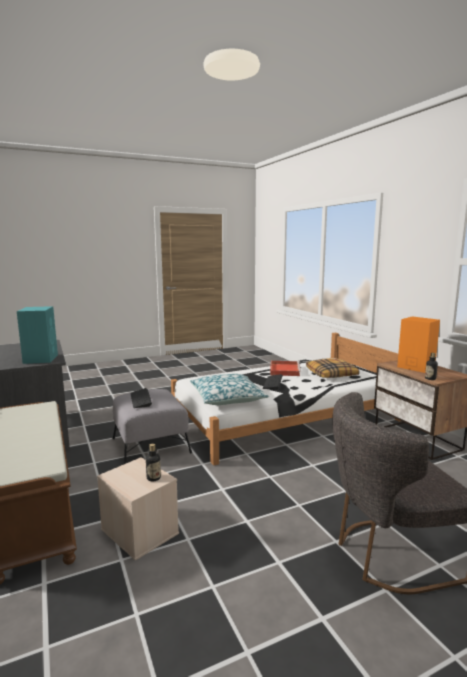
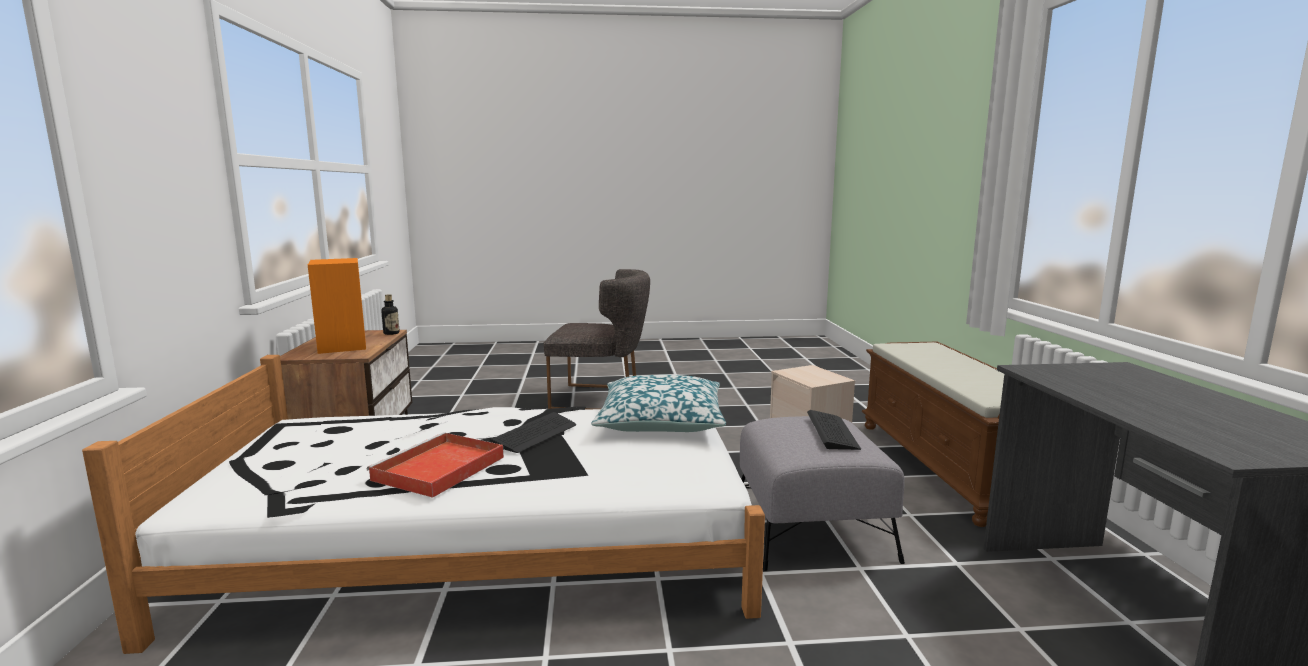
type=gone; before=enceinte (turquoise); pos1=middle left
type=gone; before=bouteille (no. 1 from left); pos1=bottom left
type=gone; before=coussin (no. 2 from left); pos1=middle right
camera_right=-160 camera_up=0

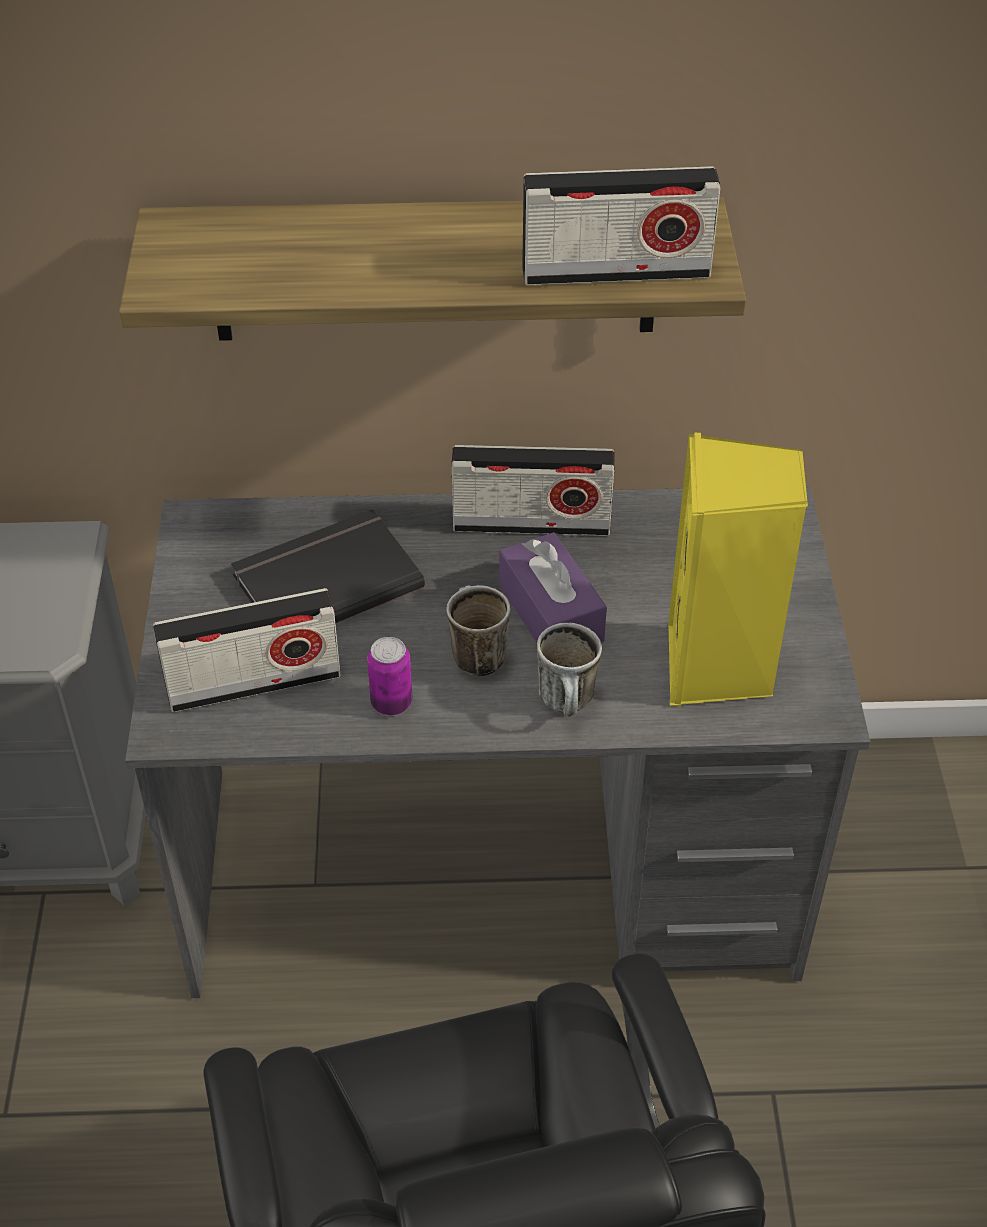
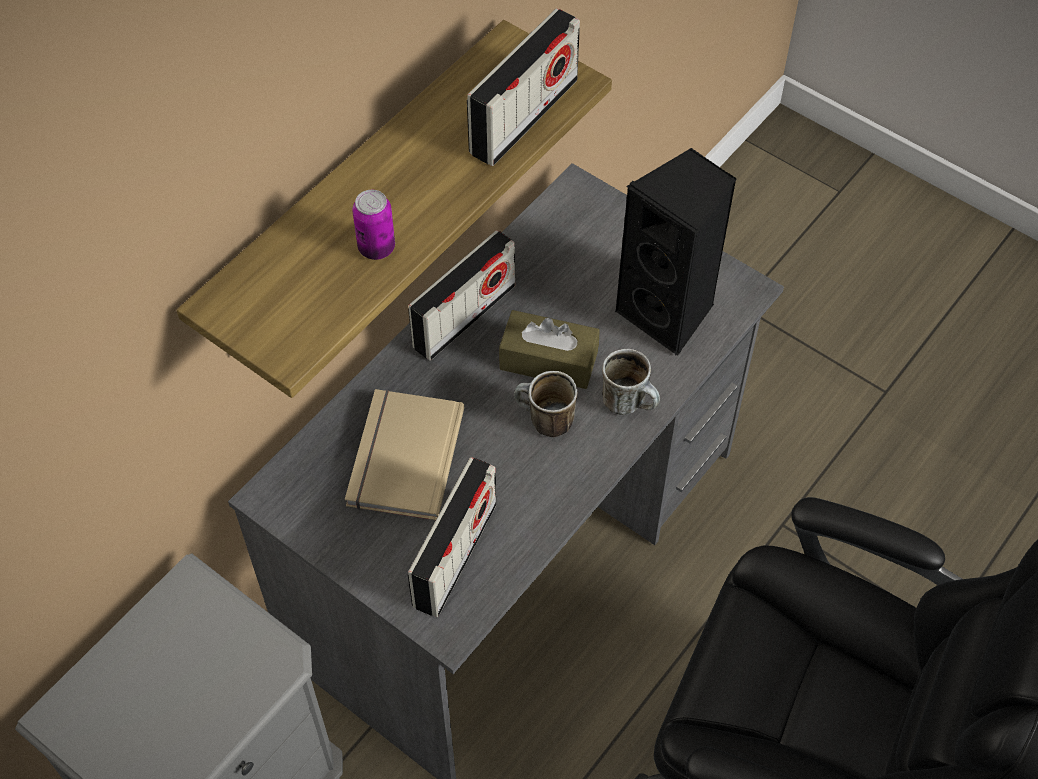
type=repainted; before=livre (noir); after=livre (beige); pos1=middle left; pos2=centre
type=shifted; before=boîte métallique; pos1=centre; pos2=top centre
type=repainted; before=boîte à mouchoirs (violet); after=boîte à mouchoirs (marron); pos1=centre; pos2=centre
type=repainted; before=enceinte (jaune); after=enceinte (noir); pos1=middle right; pos2=top centre
camera_right=-50 camera_up=10

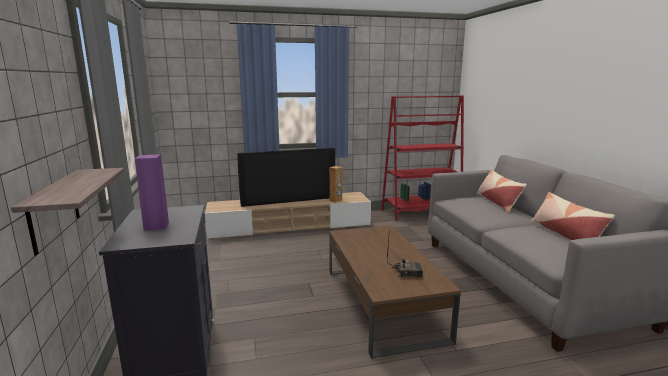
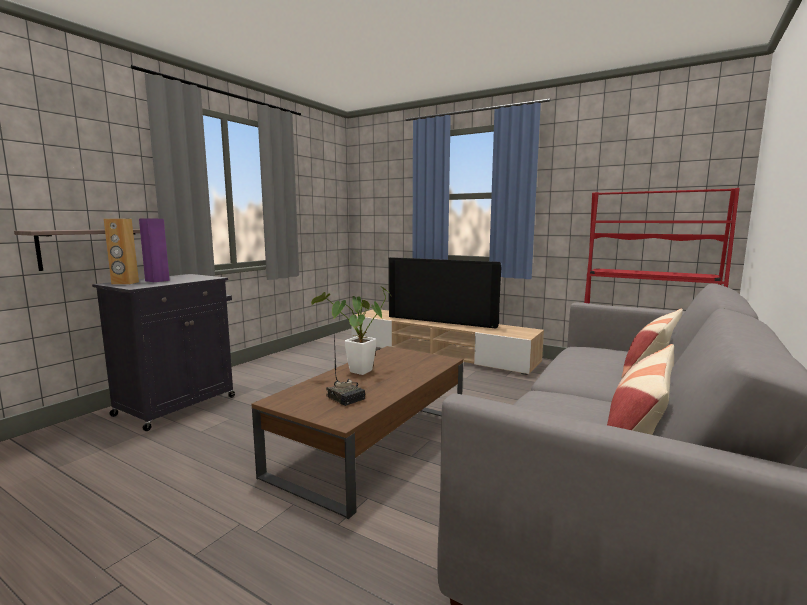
type=shifted; before=enceinte (marron); pos1=centre; pos2=middle left
type=new; after=plante en pot; pos2=centre
camera_right=45 camera_up=-5

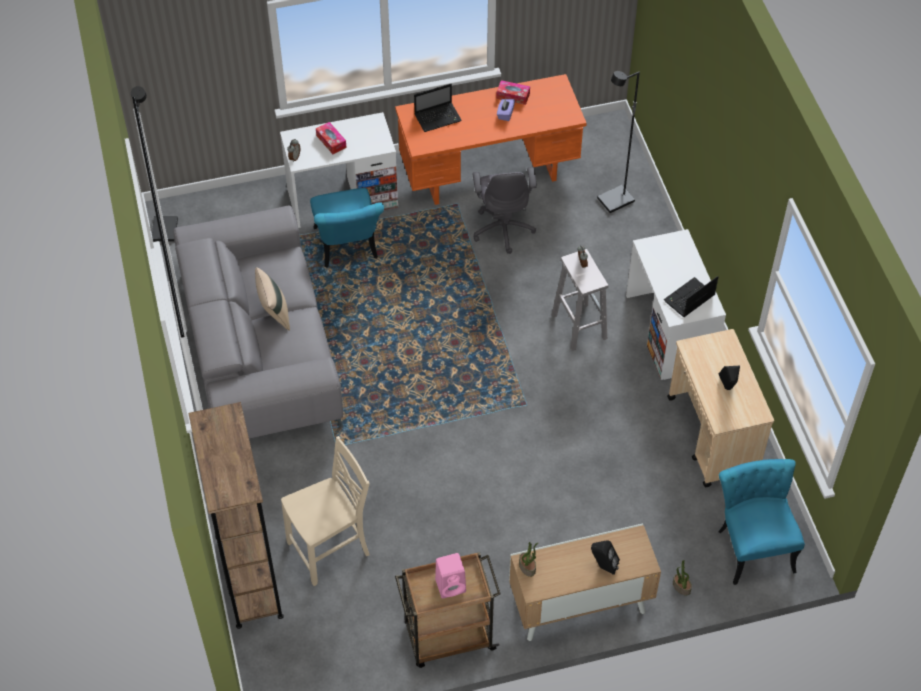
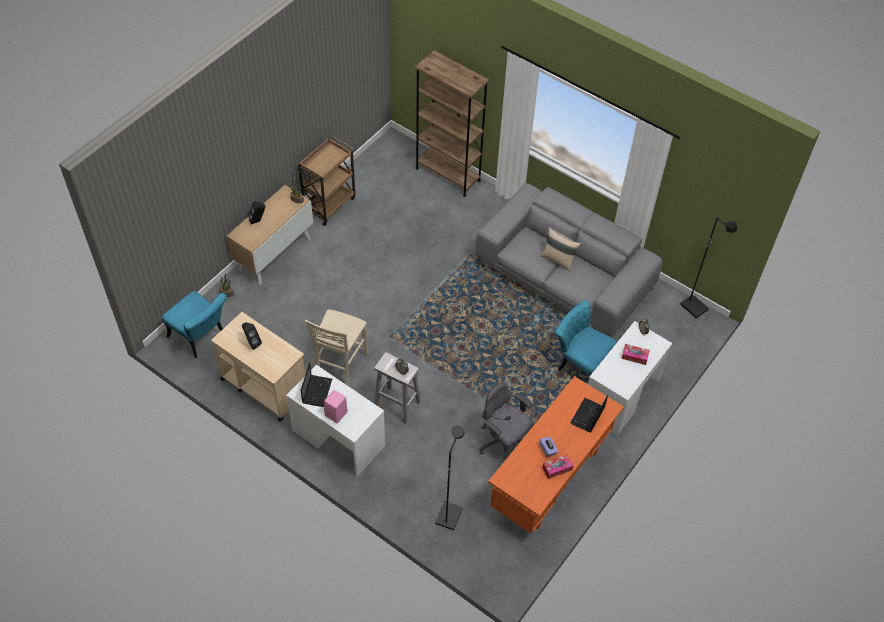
type=shifted; before=chaise (beige); pos1=bottom centre; pos2=centre
type=shifted; before=enceinte (rose); pos1=bottom centre; pos2=centre
camera_right=140 camera_up=0

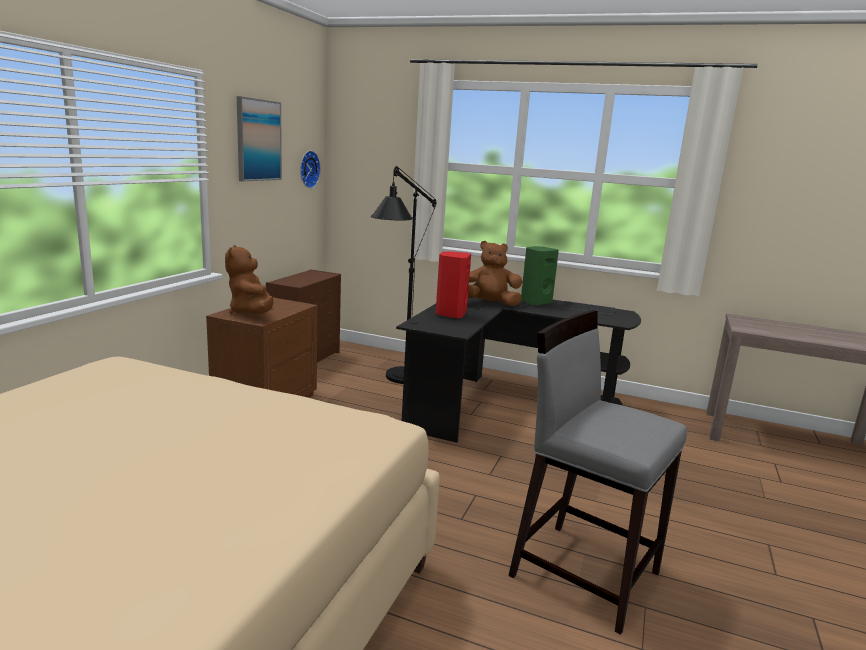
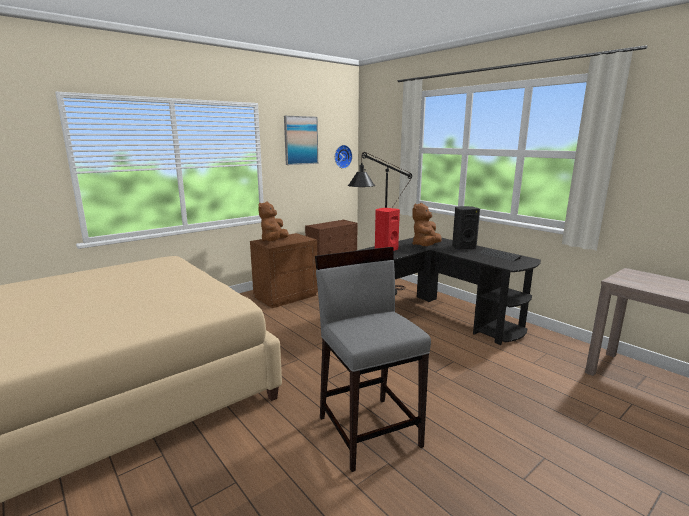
type=rotated; before=peluche (marron) (no. 2 from left); pos1=centre; pos2=centre; turn=-90
type=repainted; before=enceinte (vert); after=enceinte (noir); pos1=centre; pos2=middle right
camera_right=30 camera_up=0

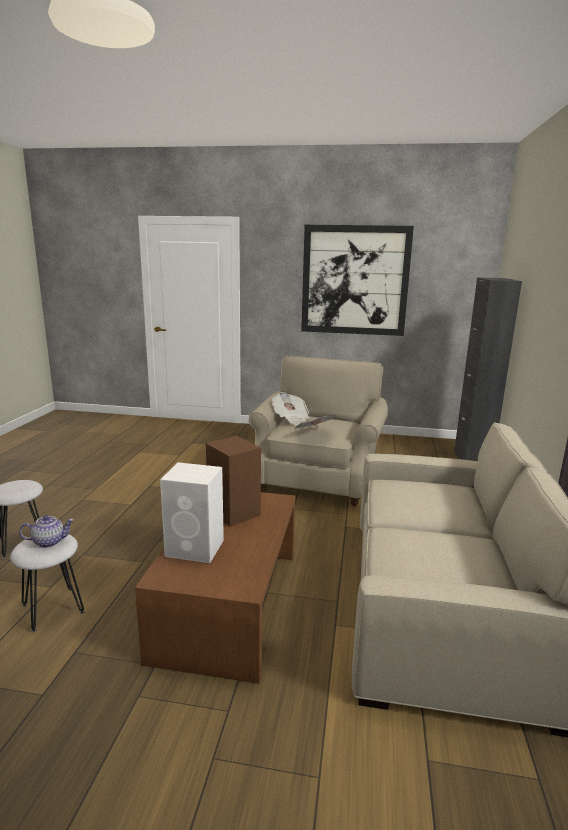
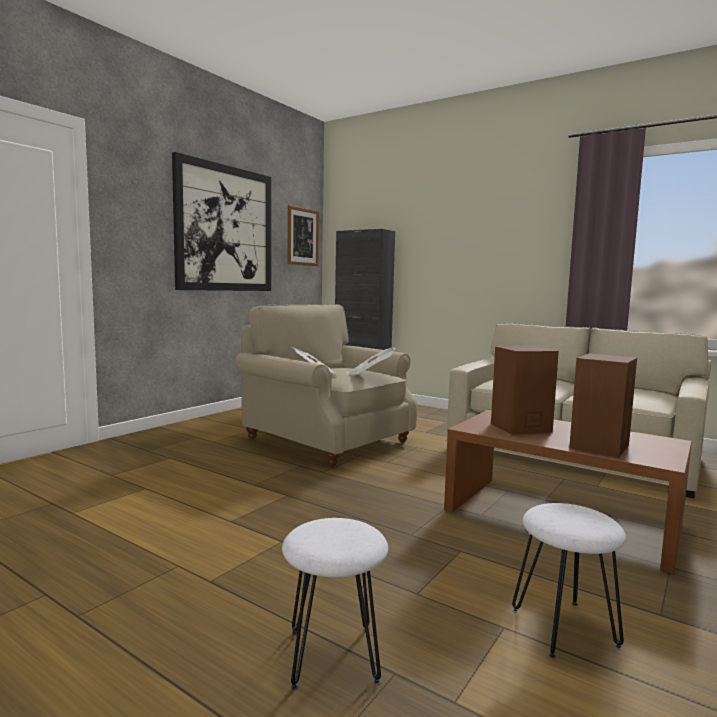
type=gone; before=théière; pos1=middle left
type=repainted; before=enceinte (blanc); after=enceinte (marron) (no. 2 from left); pos1=centre; pos2=middle right
type=new; after=tableau (no. 2 from left); pos2=top centre
camera_right=-65 camera_up=-10

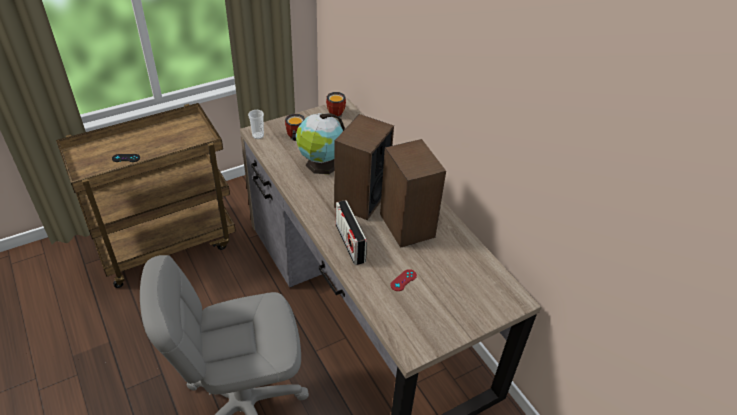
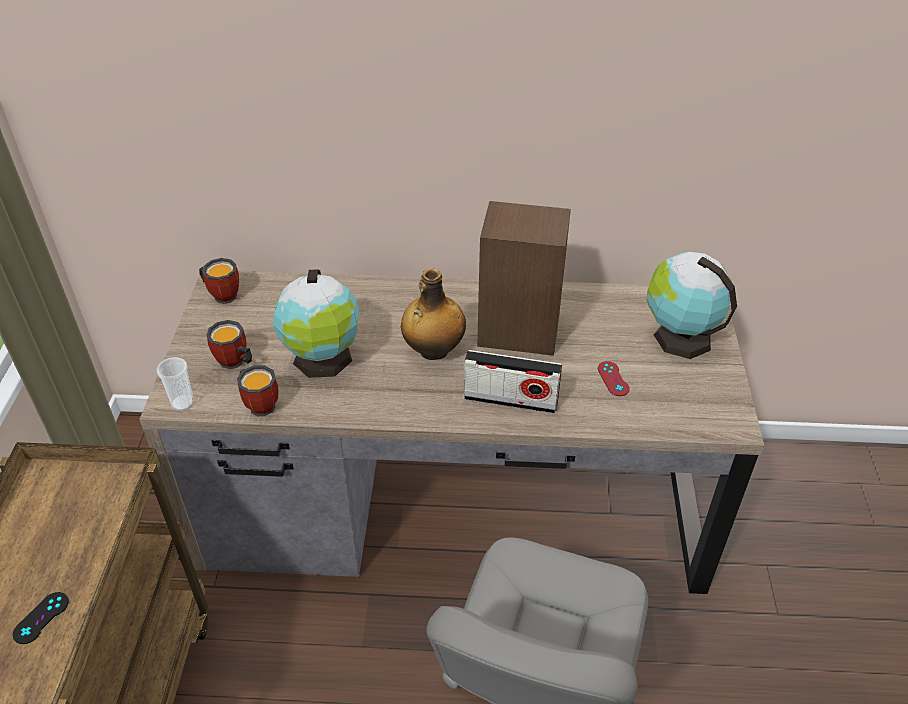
type=swapped; before=enceinte (no. 1 from left); after=bouteille; pos1=centre; pos2=centre
type=new; after=mug (no. 3 from left); pos2=middle left
type=new; after=globe (no. 2 from left); pos2=middle right
camera_right=-55 camera_up=0

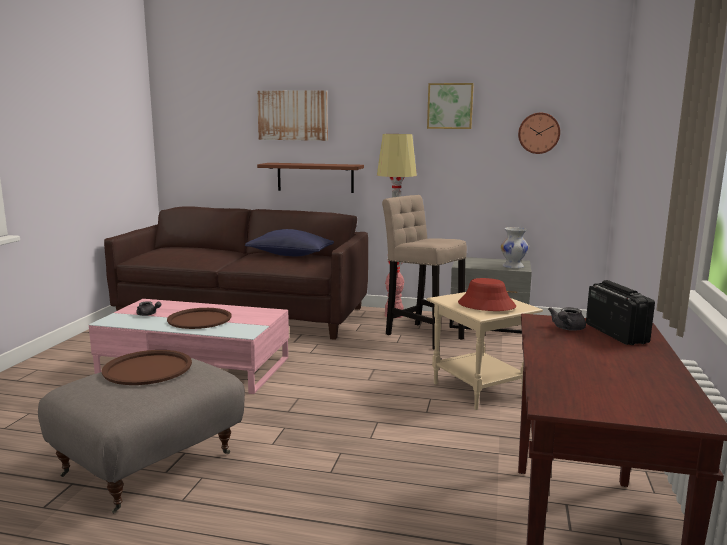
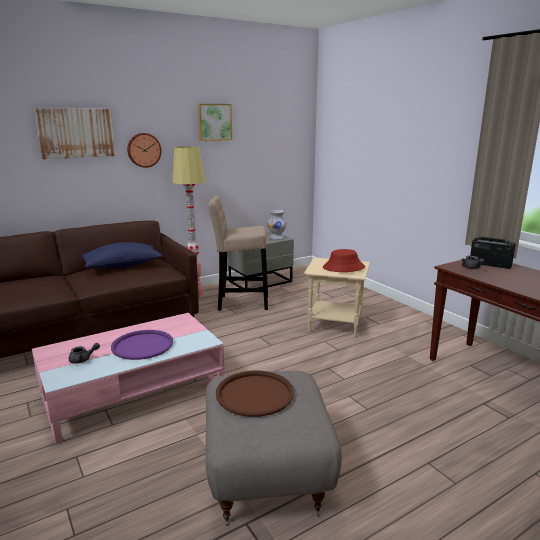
type=repainted; before=plateau (marron) (no. 2 from left); after=plateau (violet); pos1=middle left; pos2=middle left
type=gone; before=étagère (marron); pos1=top centre
type=shifted; before=horloge murale; pos1=top right; pos2=top left
camera_right=-45 camera_up=5

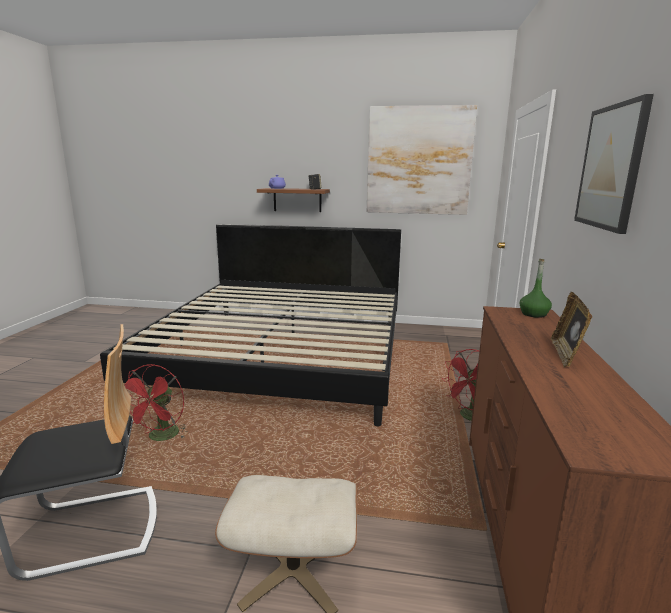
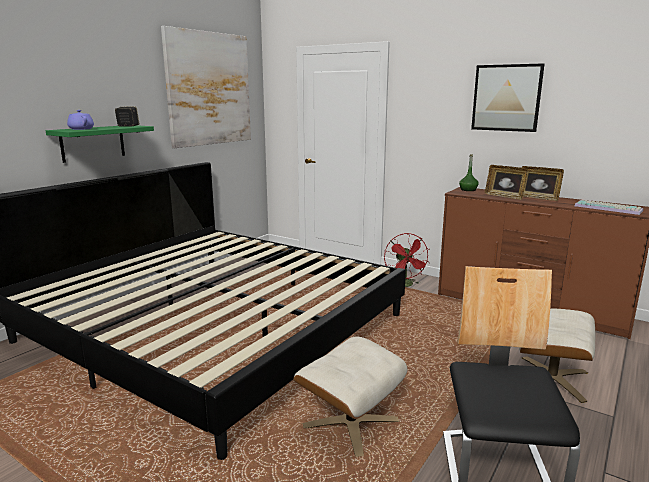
type=swapped; before=ventilateur (rouge) (no. 1 from left); after=pouf (beige) (no. 1 from left); pos1=middle left; pos2=bottom centre
type=repainted; before=étagère (marron); after=étagère (vert); pos1=top centre; pos2=top left
type=new; after=cadre photo (no. 1 from left); pos2=middle right
type=new; after=clavier; pos2=middle right
camera_right=-65 camera_up=0

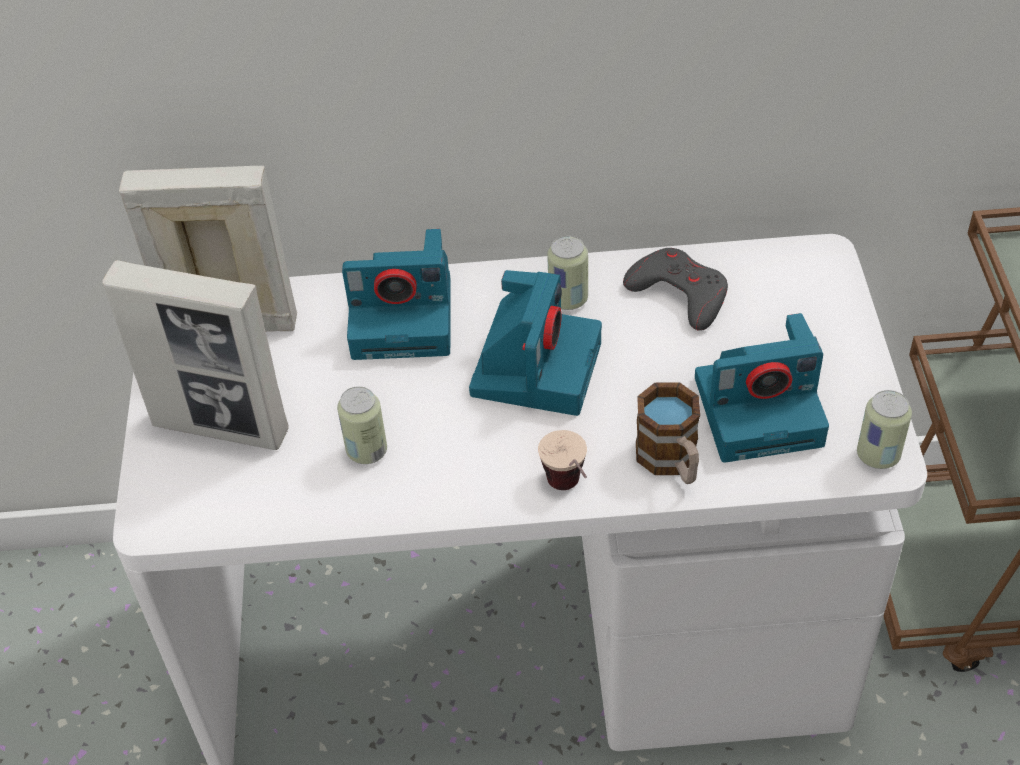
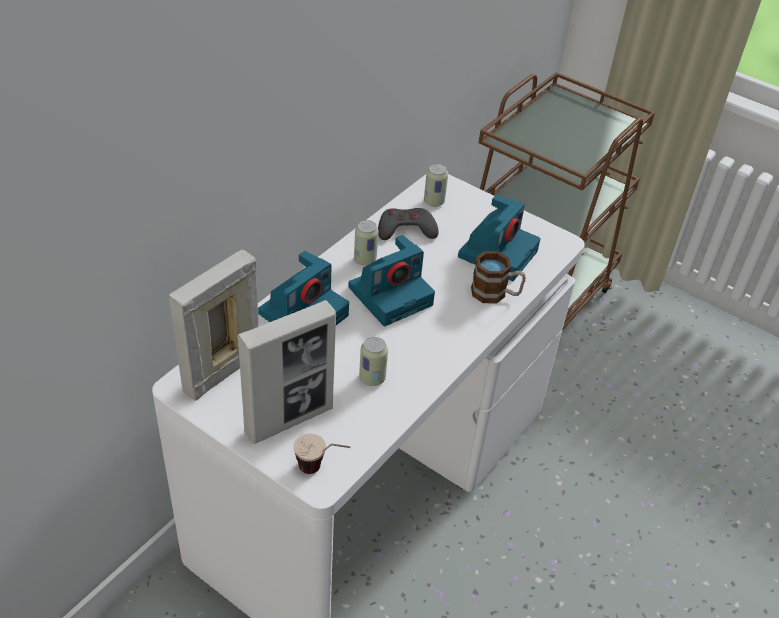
type=rotated; before=appareil photo (no. 2 from left); pos1=centre; pos2=centre; turn=90
type=shifted; before=tasse; pos1=centre; pos2=bottom centre
type=shifted; before=boîte métallique (no. 3 from left); pos1=middle right; pos2=top centre
camera_right=-55 camera_up=-5

